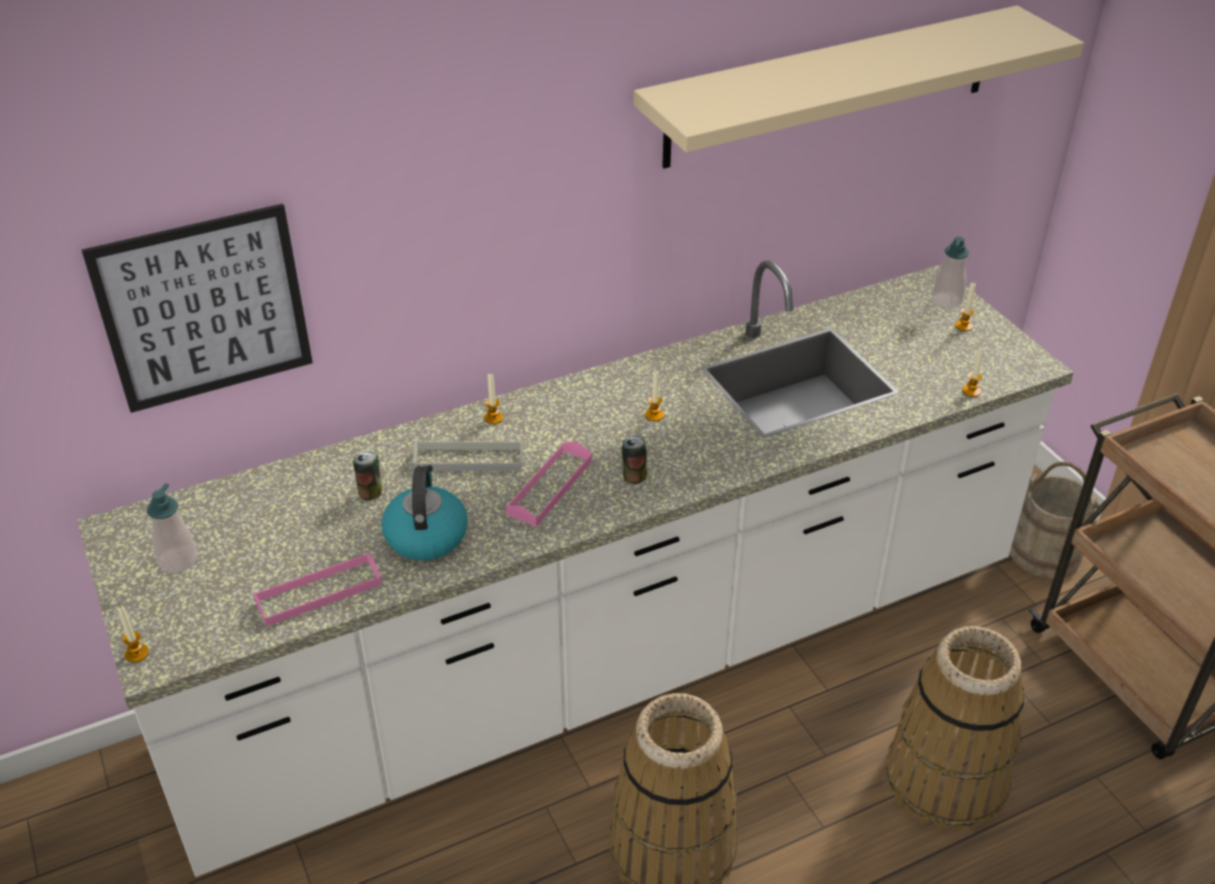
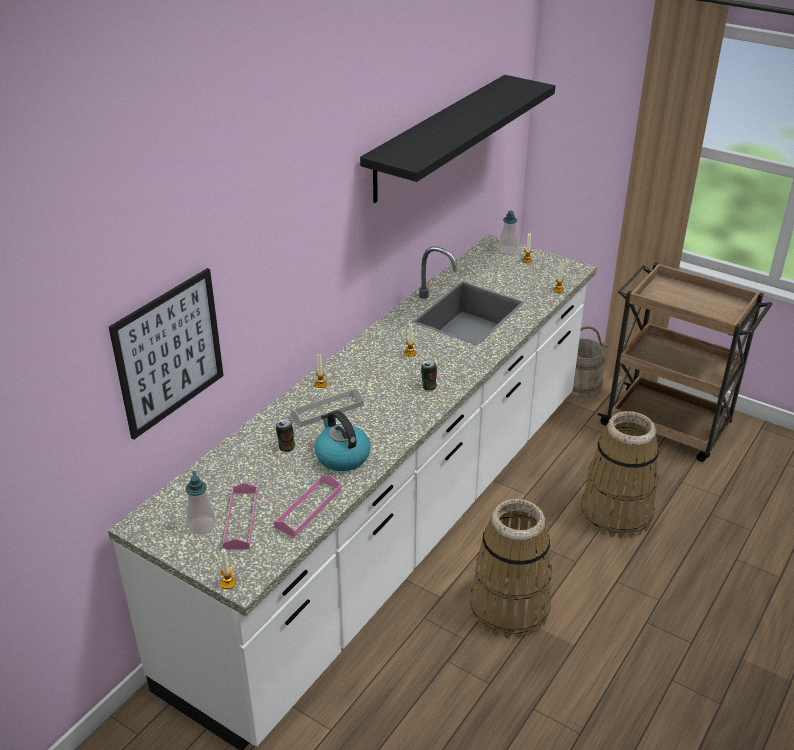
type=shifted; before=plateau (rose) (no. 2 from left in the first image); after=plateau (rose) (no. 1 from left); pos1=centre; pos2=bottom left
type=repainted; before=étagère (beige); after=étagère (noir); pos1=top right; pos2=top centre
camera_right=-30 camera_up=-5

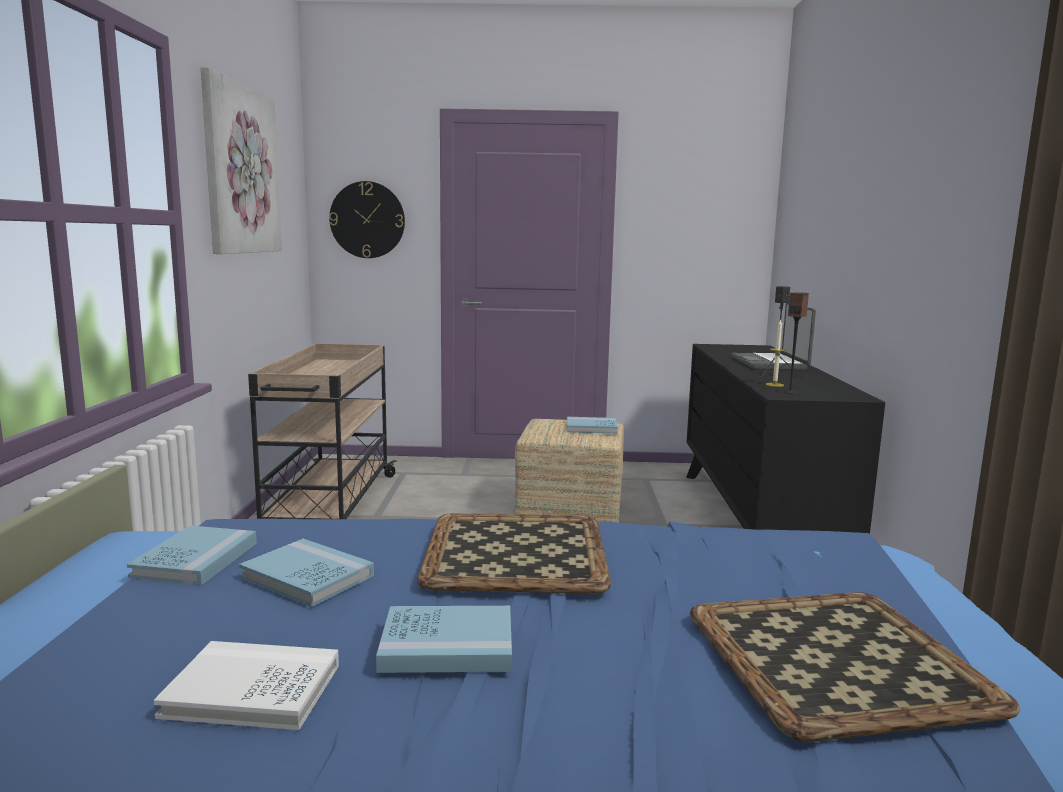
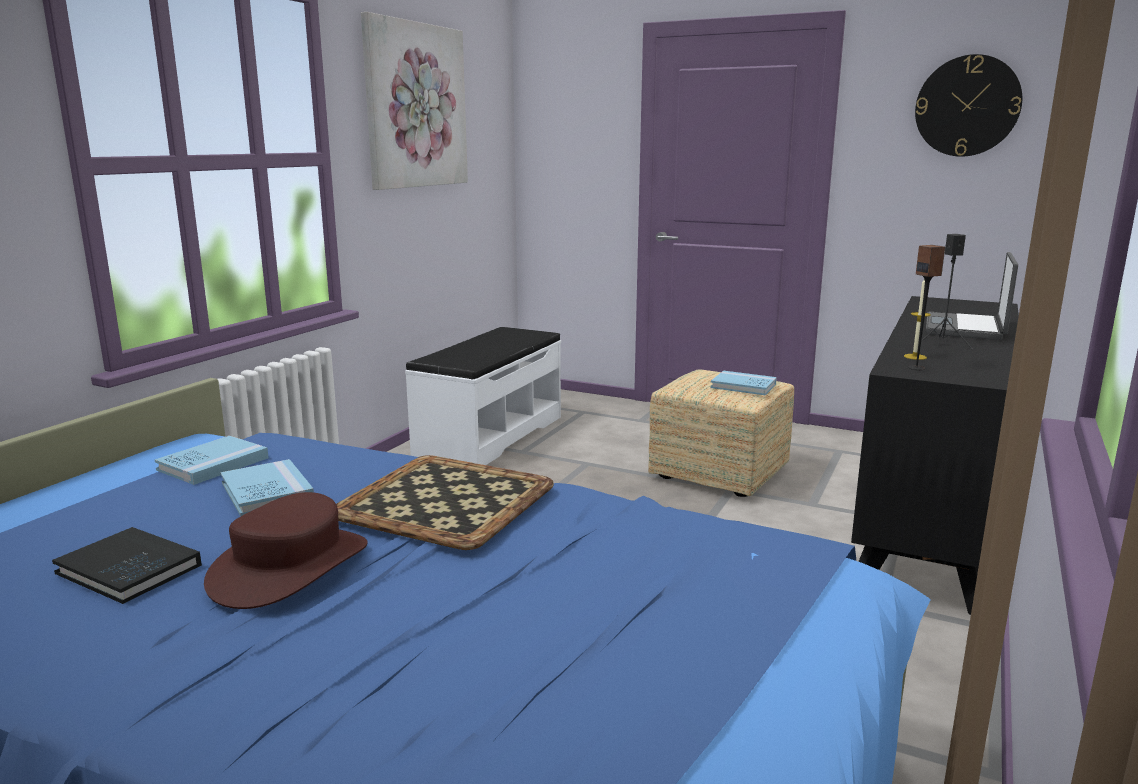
type=repainted; before=livre (blanc); after=livre (noir); pos1=bottom left; pos2=bottom left
type=swapped; before=chariot (beige); after=banc (blanc); pos1=middle left; pos2=centre
type=shifted; before=horloge murale; pos1=top centre; pos2=top right
type=swapped; before=livre (bleu) (no. 3 from left); after=chapeau (marron); pos1=bottom centre; pos2=bottom left
type=gone; before=plateau (no. 2 from left); pos1=bottom right
camera_right=25 camera_up=5

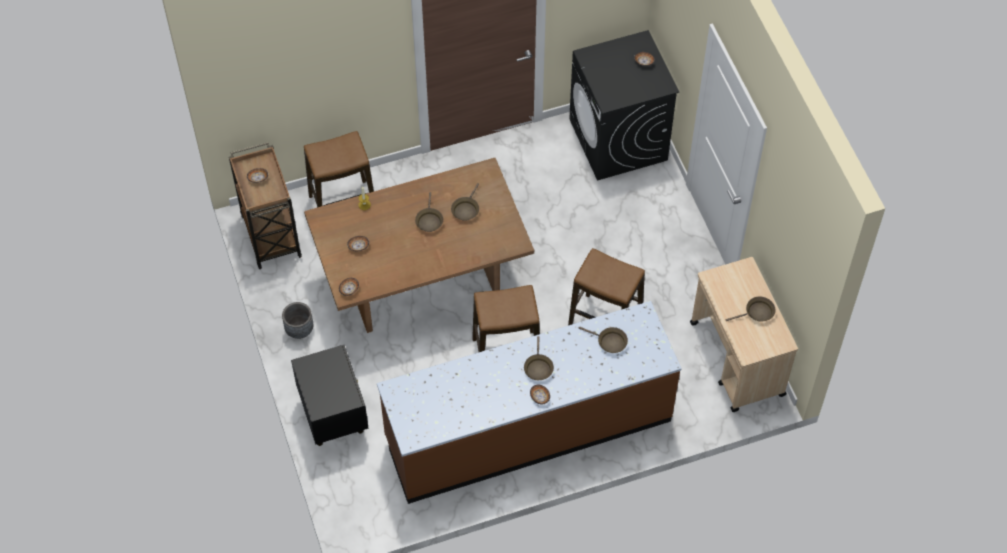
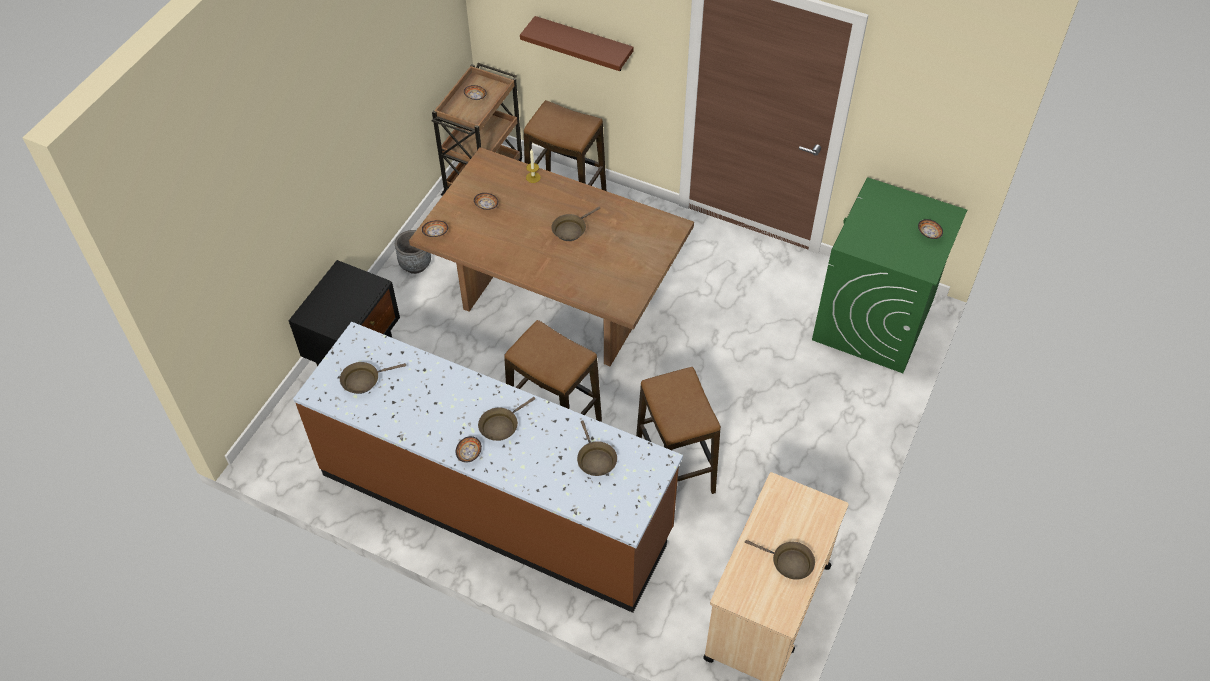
type=shifted; before=poêle (marron) (no. 2 from left in the first image); after=poêle (marron) (no. 1 from left); pos1=centre; pos2=middle left
type=repainted; before=lave-linge (noir); after=lave-linge (vert); pos1=top centre; pos2=middle right
type=new; after=étagère (marron); pos2=top centre
camera_right=45 camera_up=-5

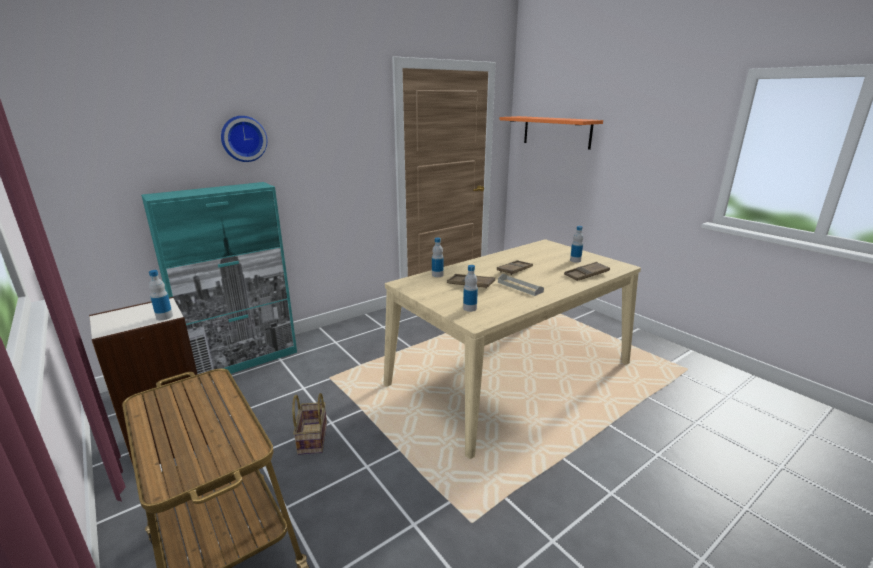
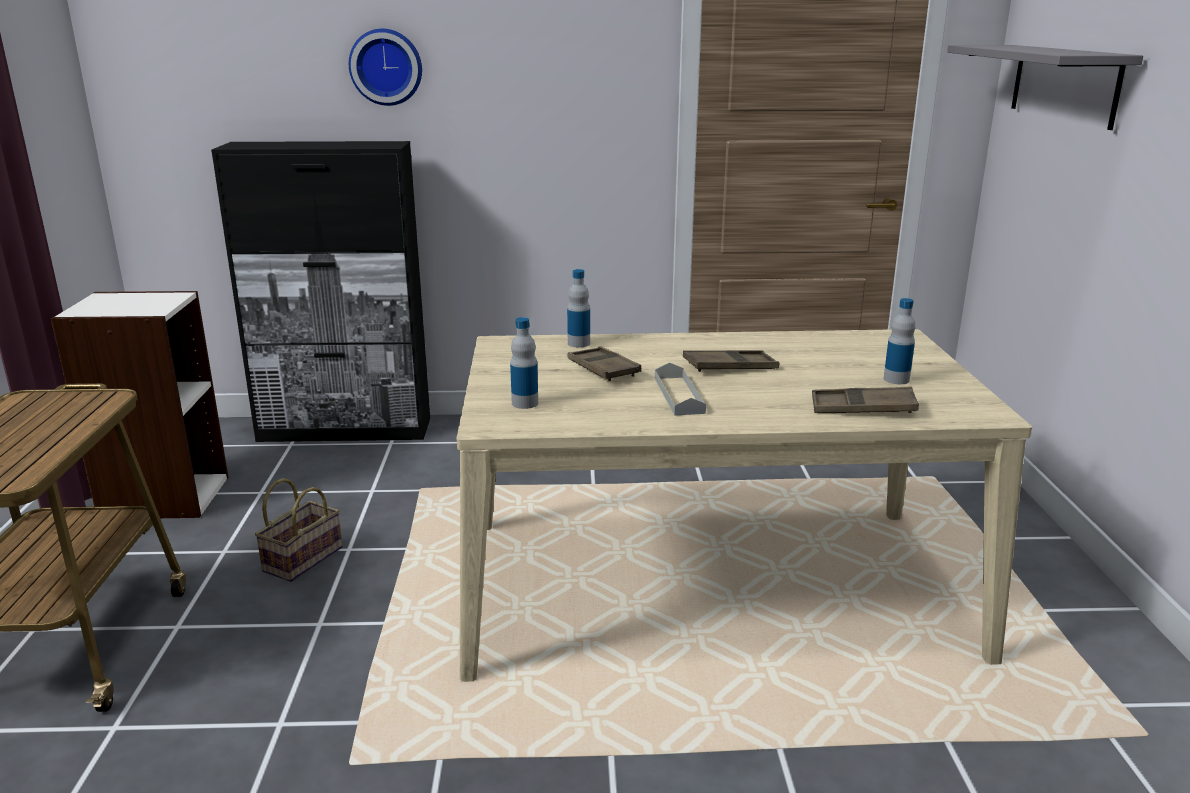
type=repainted; before=meuble de rangement (turquoise); after=meuble de rangement (noir); pos1=middle left; pos2=middle left
type=gone; before=bouteille (no. 1 from left); pos1=middle left
type=repainted; before=étagère (orange); after=étagère (gris); pos1=top centre; pos2=top right
camera_right=35 camera_up=0

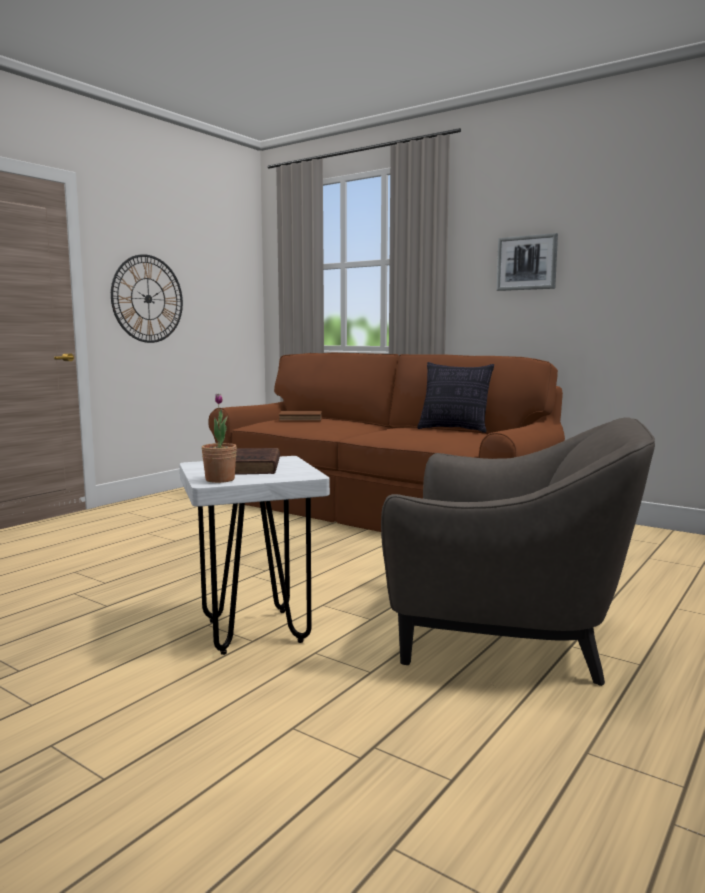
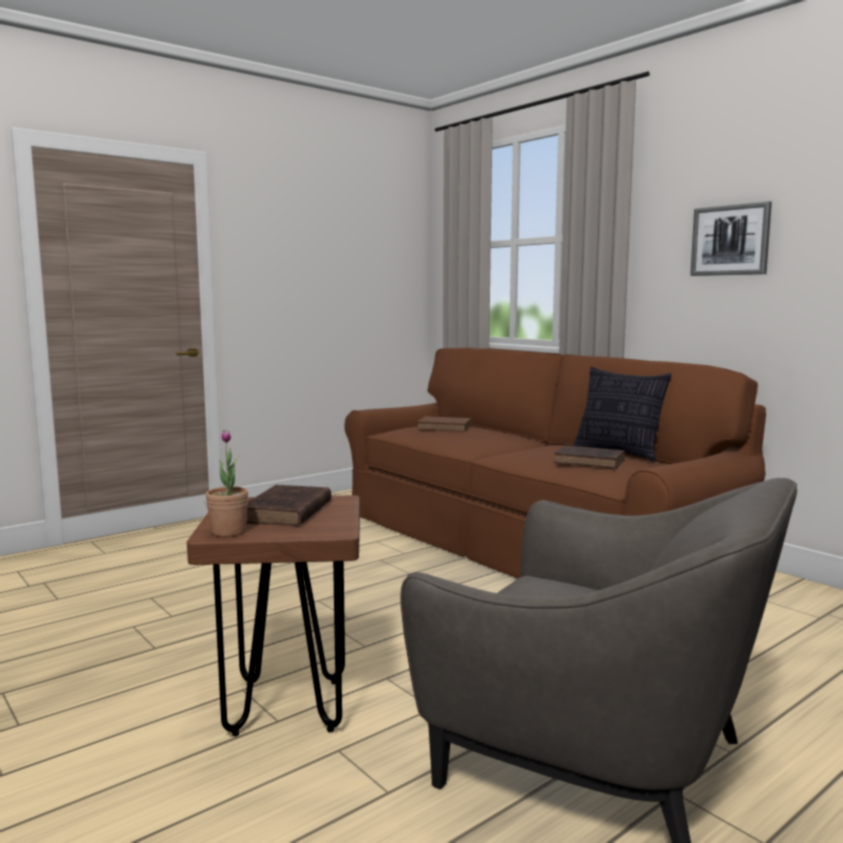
type=gone; before=horloge murale; pos1=middle left
type=repainted; before=tabouret (blanc); after=tabouret (marron); pos1=centre; pos2=bottom left
type=new; after=livre (marron) (no. 3 from left); pos2=middle right
camera_right=15 camera_up=0

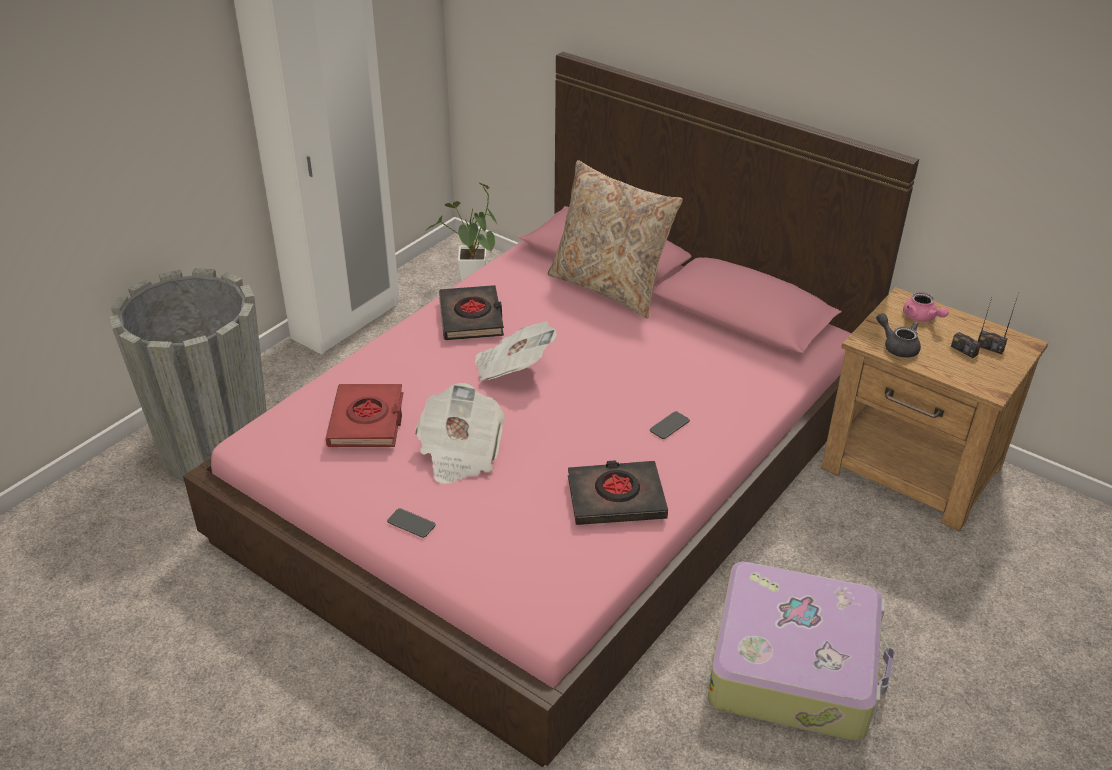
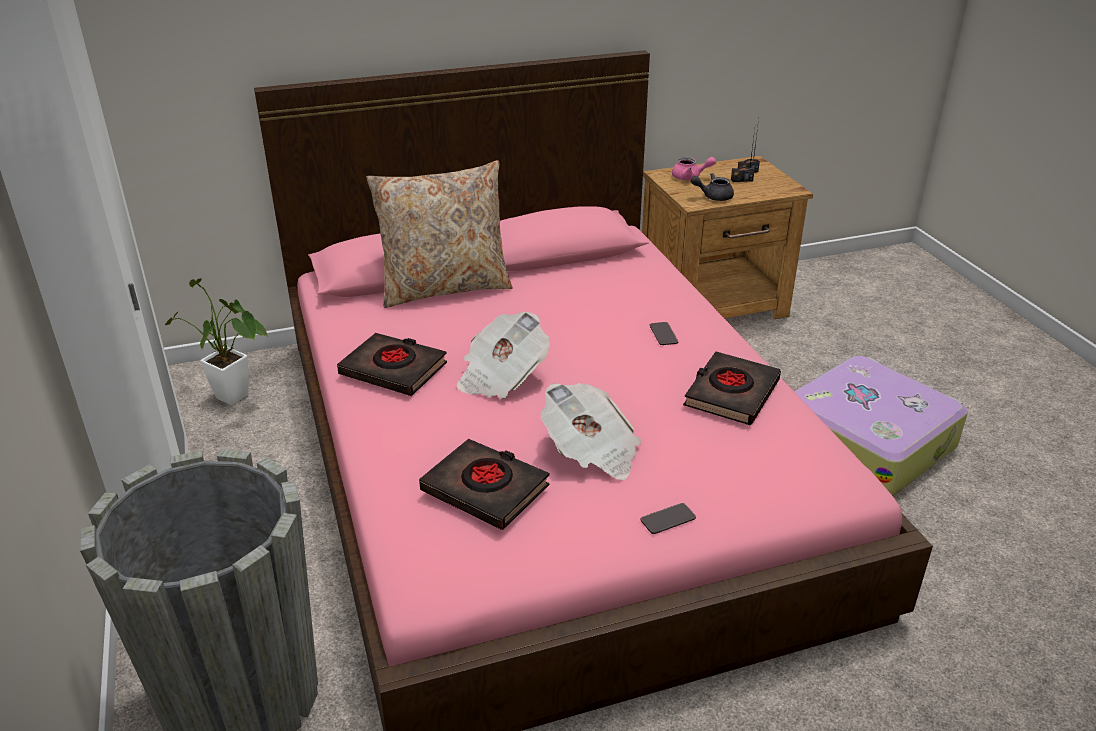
type=repainted; before=livre (rouge); after=livre (noir) (no. 2 from left); pos1=middle left; pos2=centre
camera_right=-55 camera_up=-5

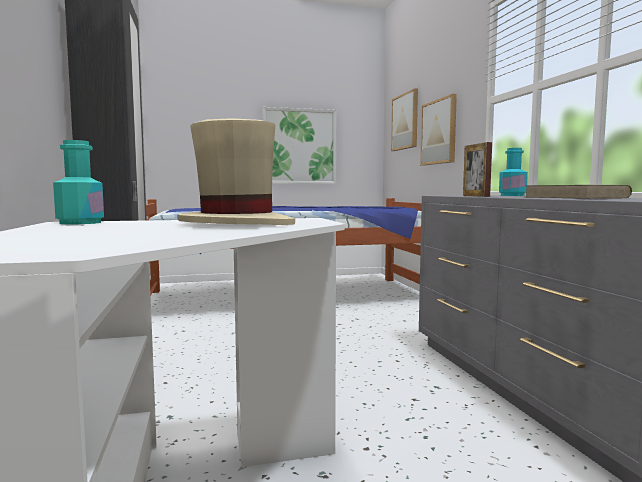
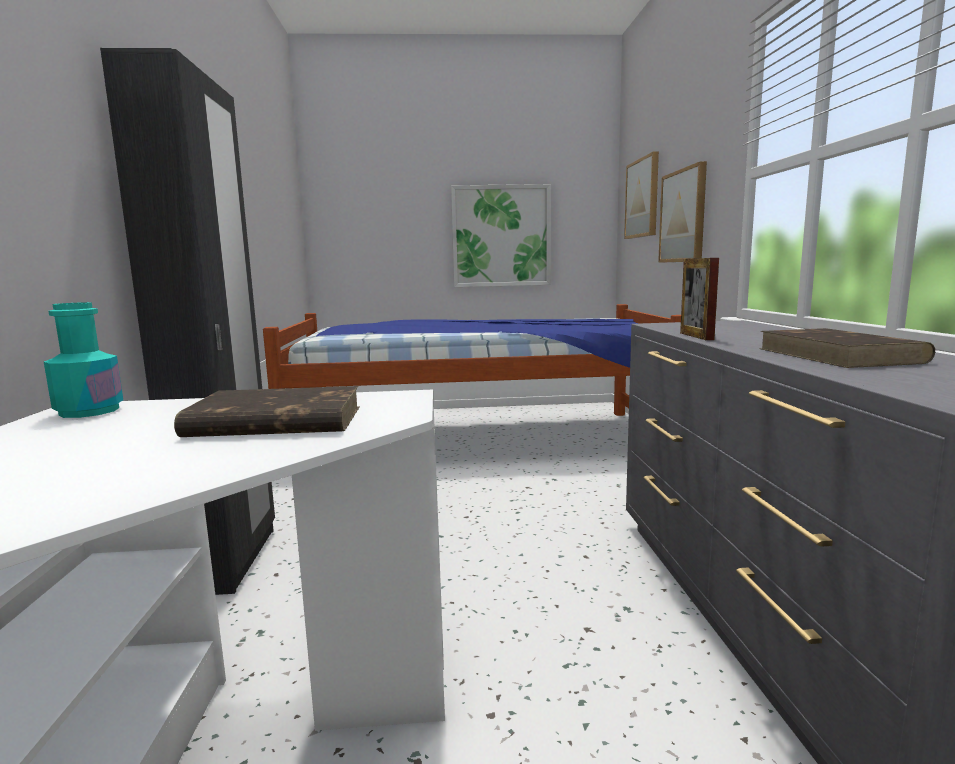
type=swapped; before=chapeau (beige); after=livre (marron) (no. 1 from left); pos1=centre; pos2=middle left
type=gone; before=bouteille (turquoise) (no. 2 from left); pos1=middle right
camera_right=10 camera_up=5

